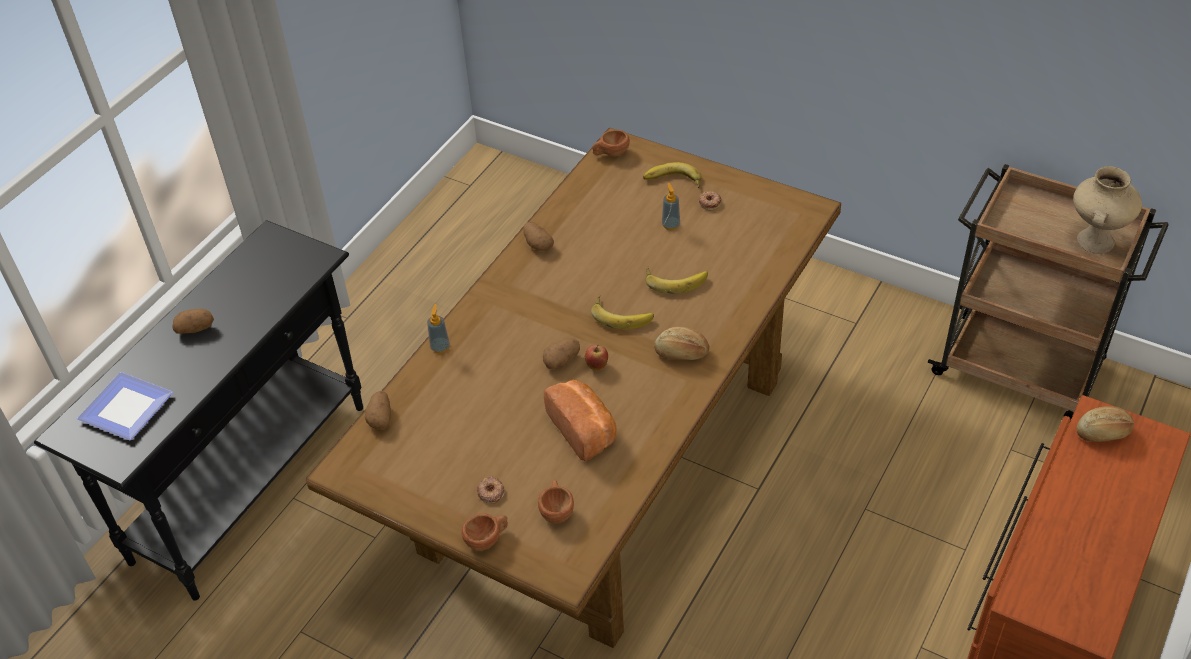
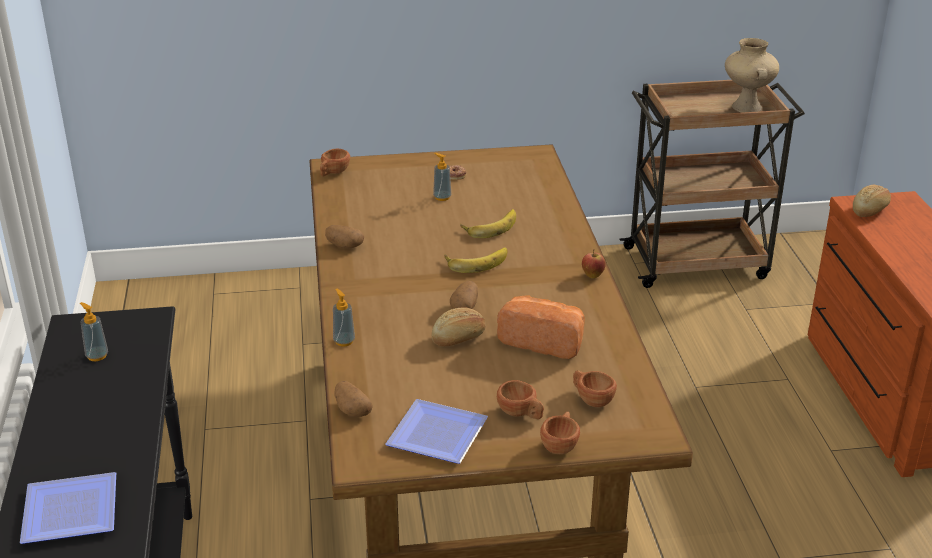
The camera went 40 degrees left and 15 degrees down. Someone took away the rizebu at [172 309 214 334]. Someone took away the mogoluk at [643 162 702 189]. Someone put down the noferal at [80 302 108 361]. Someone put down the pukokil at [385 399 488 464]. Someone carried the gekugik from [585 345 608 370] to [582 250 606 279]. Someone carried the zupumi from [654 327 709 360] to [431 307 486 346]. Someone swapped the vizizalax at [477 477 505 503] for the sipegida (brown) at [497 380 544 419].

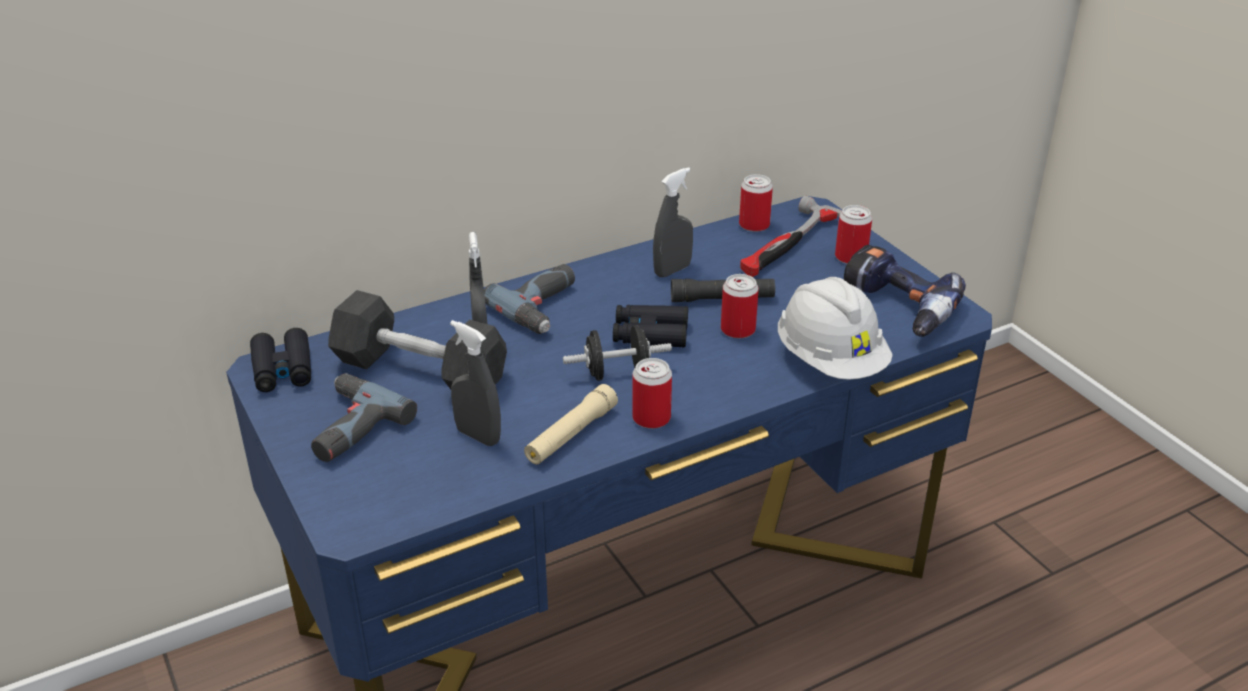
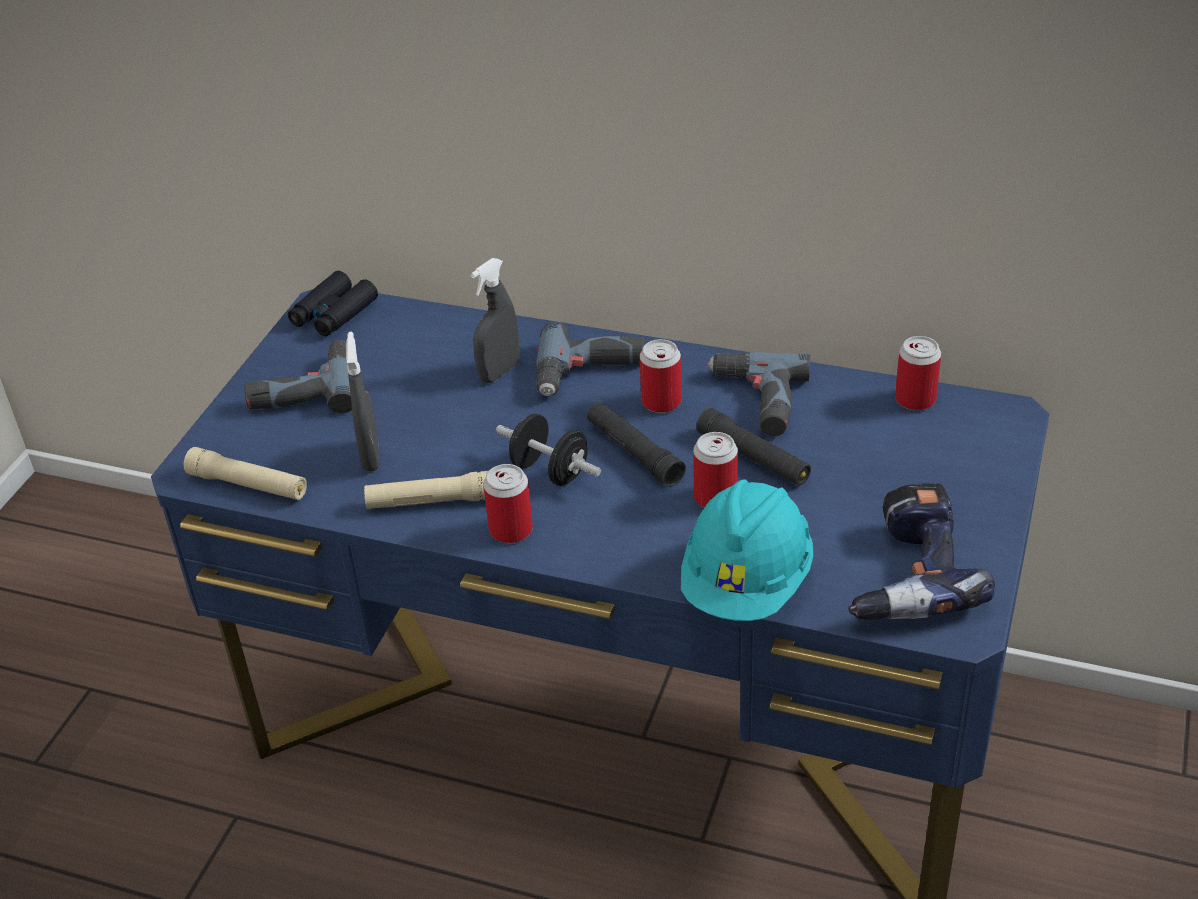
The camera went 50 degrees right and 5 degrees up. Someone took away the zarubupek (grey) at [328 290 507 389]. Someone took away the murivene at [740 196 842 277]. Someone put down the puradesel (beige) at [184 447 307 500]. Someone carried the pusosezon from [835 205 872 264] to [640 339 682 413]. Someone swapped the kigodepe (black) at [613 305 688 347] for the puradesel (black) at [587 402 686 487]. Someone swapped the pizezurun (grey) at [653 167 693 277] for the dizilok at [707 352 810 436]. Someone repainted the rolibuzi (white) at [778 277 893 380], which became the rolibuzi (turquoise) at [681 479 813 621].

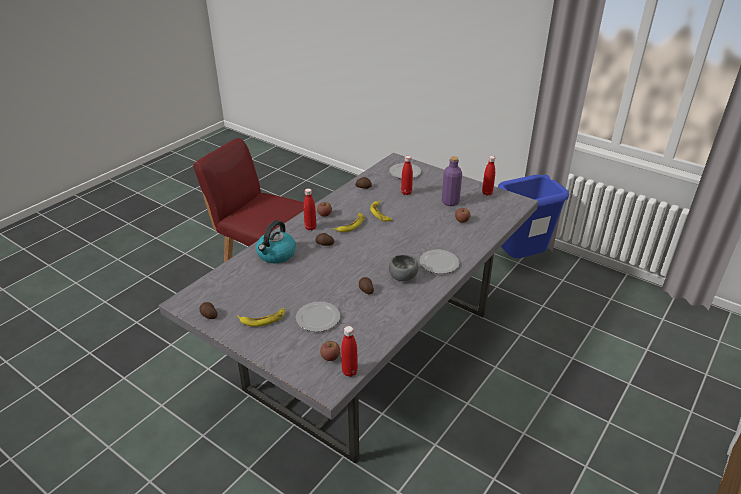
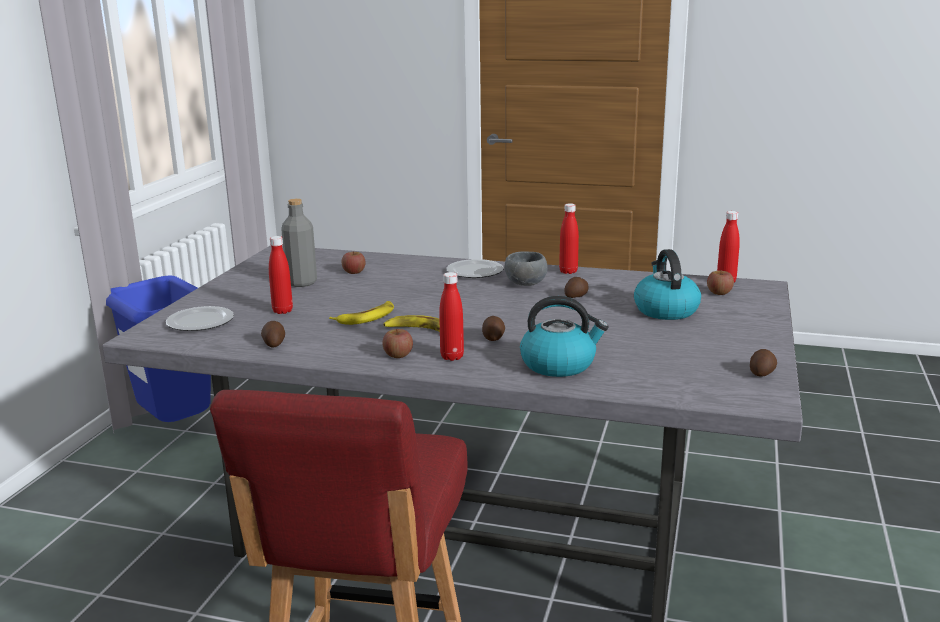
The camera went 110 degrees left and 15 degrees down. Someone took away the mogoluk at [237 308 285 327]. Someone carried the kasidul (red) from [482 156 495 196] to [559 203 579 274]. Someone swapped the pukokil at [296 301 340 332] for the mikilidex at [634 249 701 320]. Someone repainted the kasidul (purple) at [442 156 462 206], which became the kasidul (grey) at [281 199 317 287].

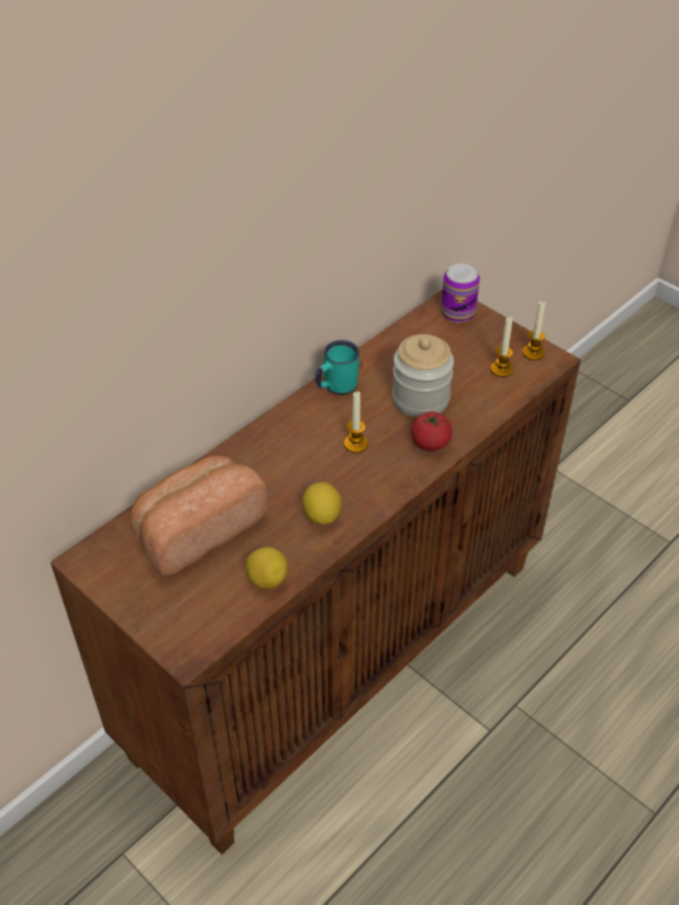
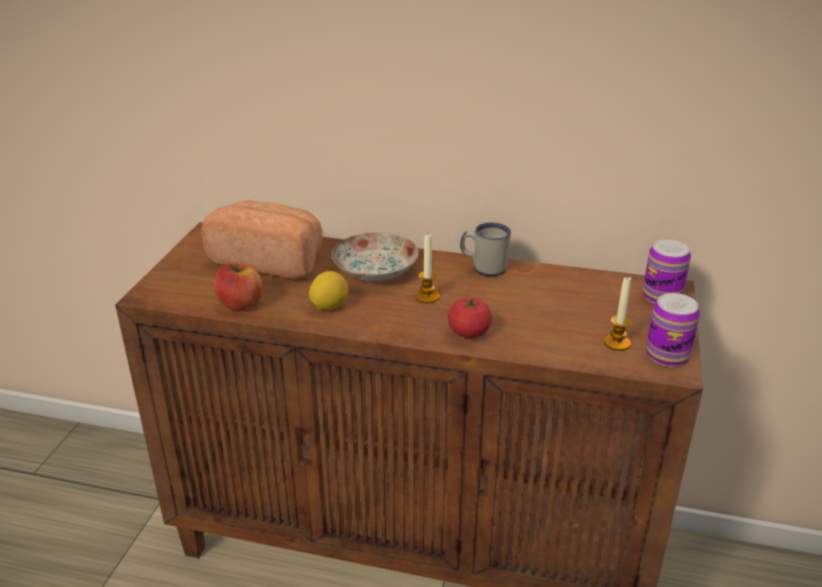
The camera went 60 degrees right and 15 degrees down. Someone took away the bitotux at [392 334 454 418]. Someone put down the pukokil at [332 232 419 281]. Someone swapped the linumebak at [245 547 288 589] for the gekugik at [214 263 263 310]. Someone swapped the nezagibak at [522 301 545 360] for the pusosezon at [646 293 700 367]. Someone repainted the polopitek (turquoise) at [315 340 360 395], which became the polopitek (white) at [460 222 511 276].

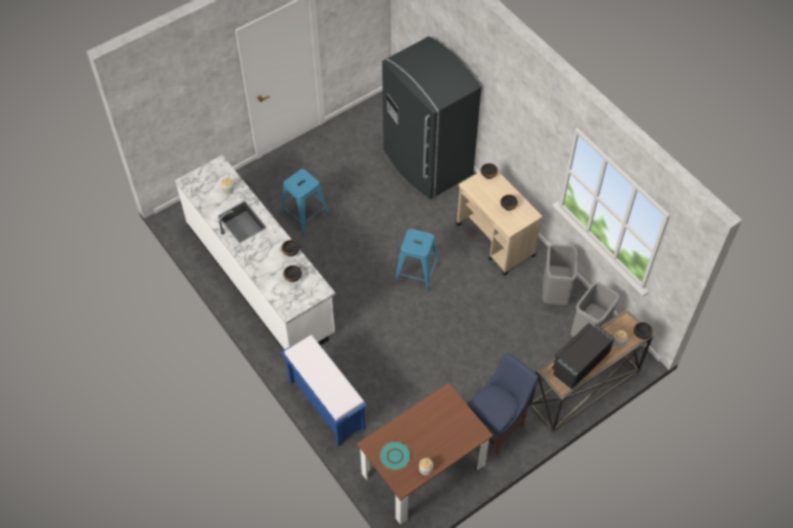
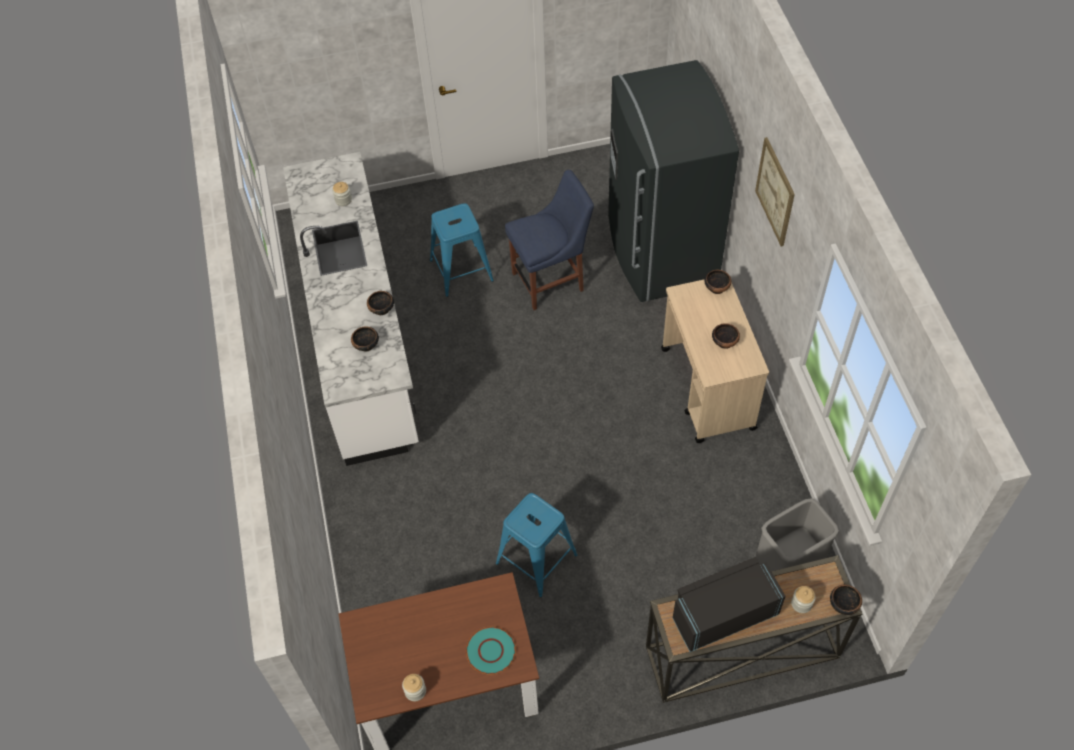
The camera went 25 degrees right and 0 degrees up. Someone took away the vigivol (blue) at [282 335 367 447]. Someone took away the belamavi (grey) at [542 244 578 305]. Someone put up the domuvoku at [755 137 795 246]. Someone carried the pukokil (turquoise) from [379 441 411 471] to [466 626 516 674]. Someone carried the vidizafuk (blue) from [394 229 439 292] to [496 493 578 597]. Someone carried the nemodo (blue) from [467 352 539 455] to [505 170 594 310].

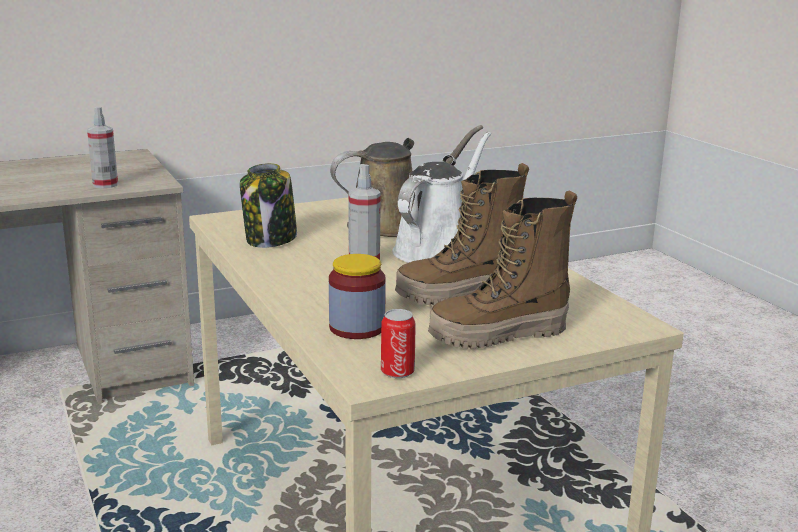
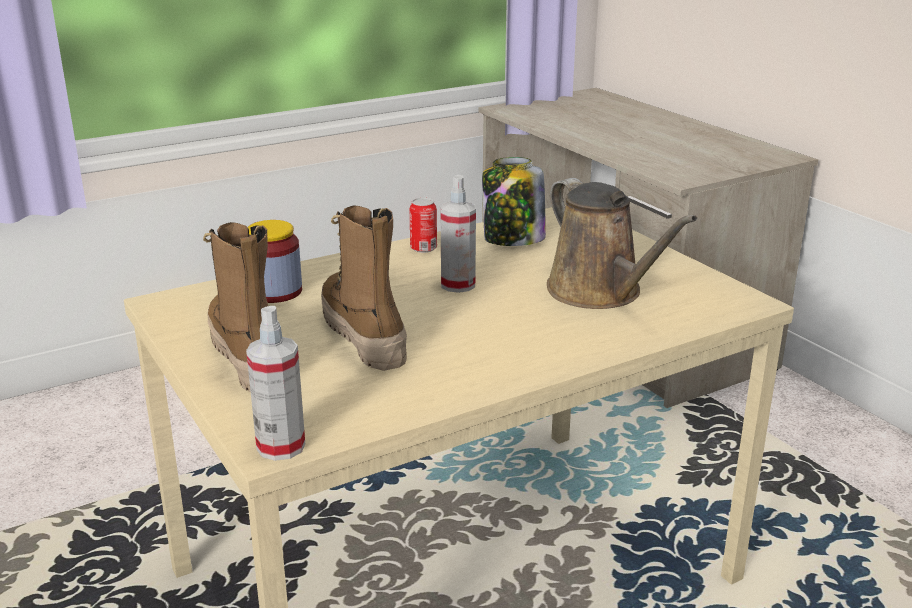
The camera went 85 degrees right and 5 degrees up. Someone took away the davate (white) at [392 131 491 263]. Someone carried the pizezurun from [87 106 118 189] to [246 306 305 461]. Someone carried the pusosezon from [381 309 416 378] to [410 198 437 253].

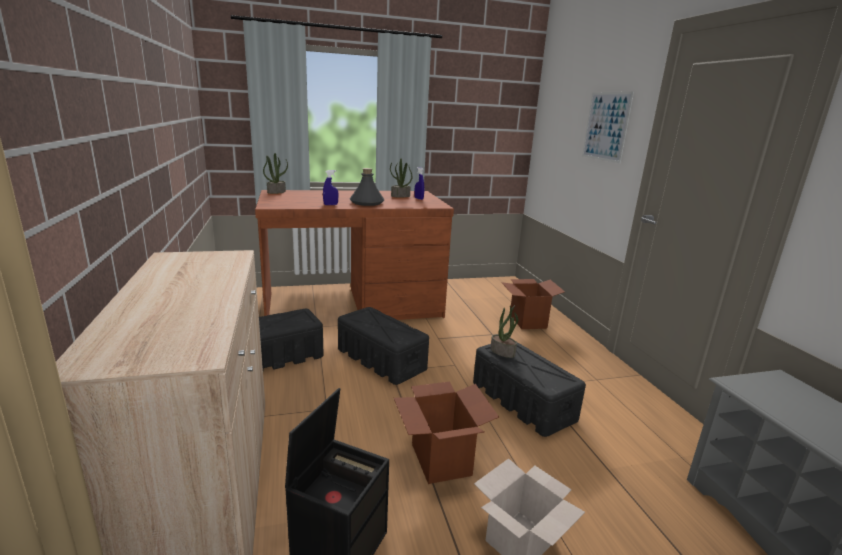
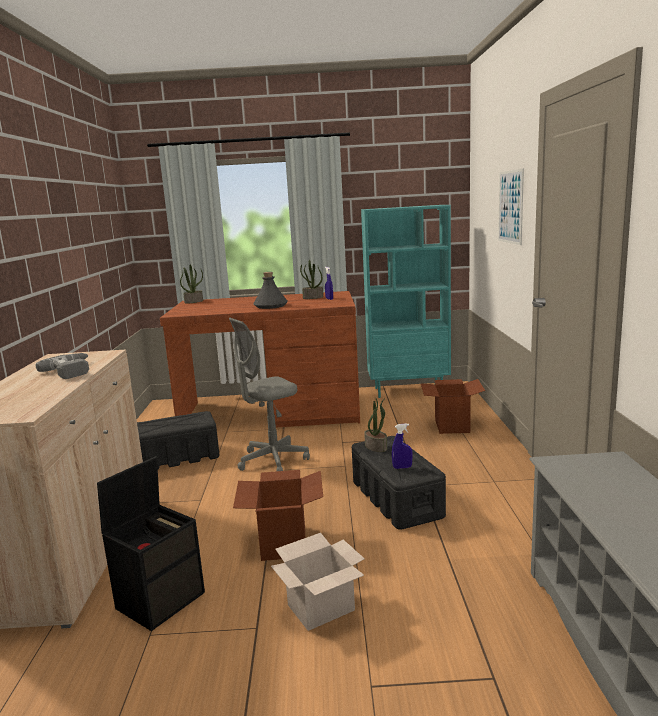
The camera went 15 degrees right and 5 degrees down. Someone put down the dizilok at [36 353 89 379]. Someone put down the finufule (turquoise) at [361 205 451 398]. Someone carried the pizezurun (blue) from [323 170 339 205] to [392 423 413 469]. Someone swapped the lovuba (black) at [338 307 429 385] for the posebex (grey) at [229 318 310 471].

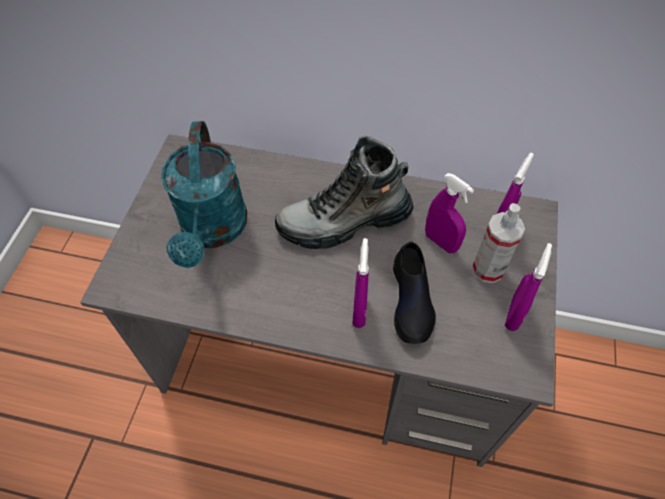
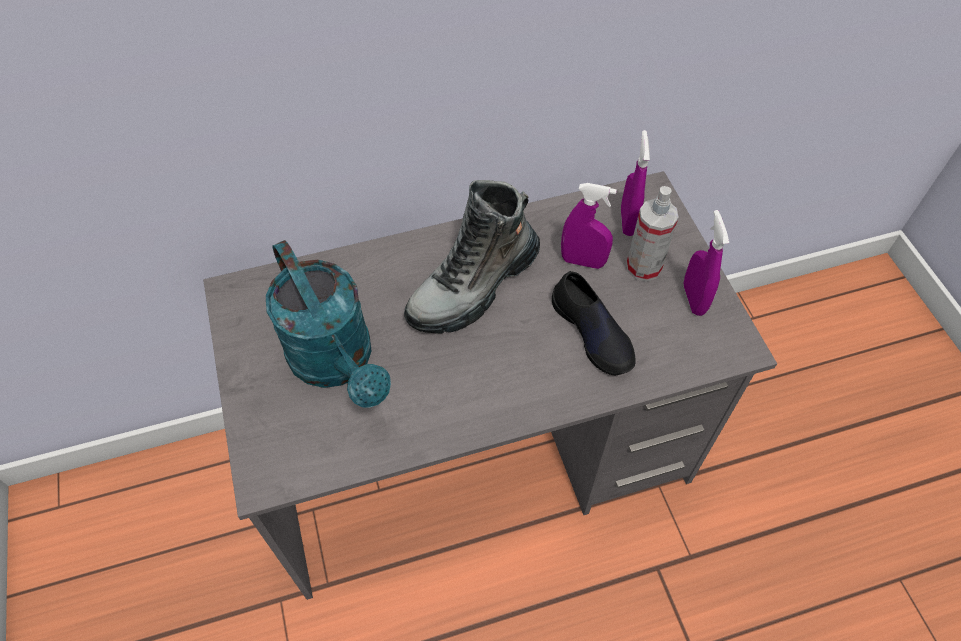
The camera went 30 degrees left and 0 degrees up. Someone took away the pizezurun (purple) at [352 238 369 328].

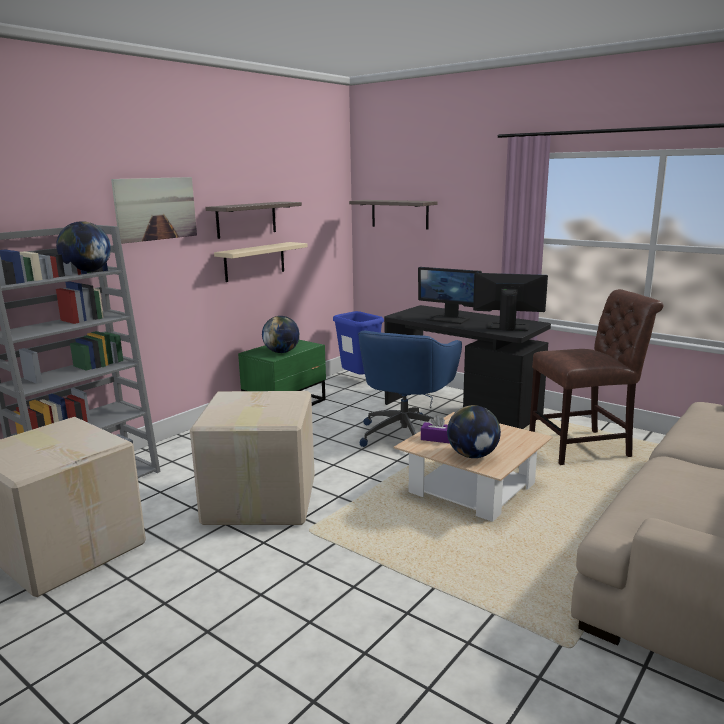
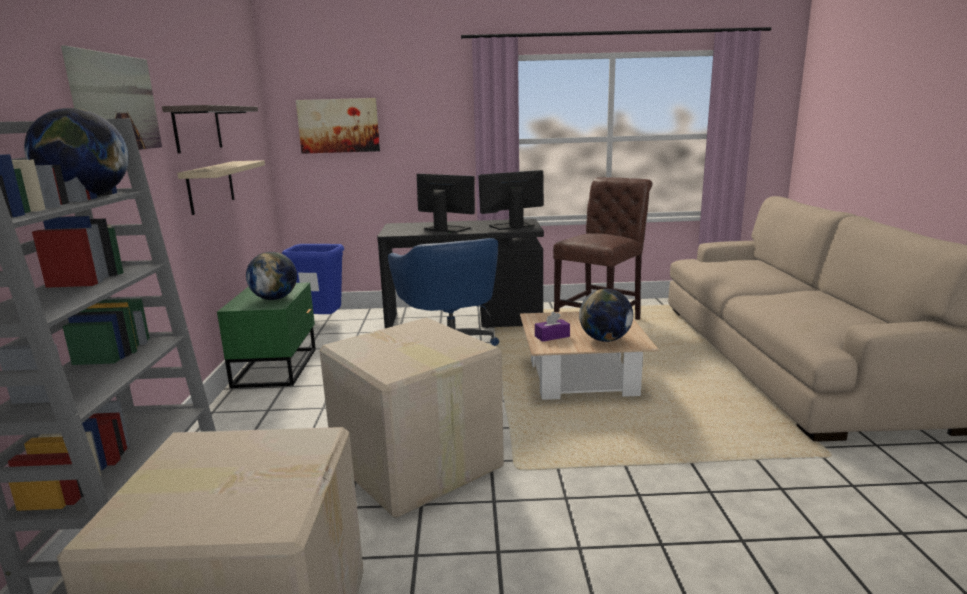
The camera went 40 degrees left and 0 degrees up. Someone swapped the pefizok at [349 200 438 230] for the domuvoku at [296 98 380 154]. Someone rotated the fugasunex at [418 267 482 324] by 135 degrees counterclockwise.

